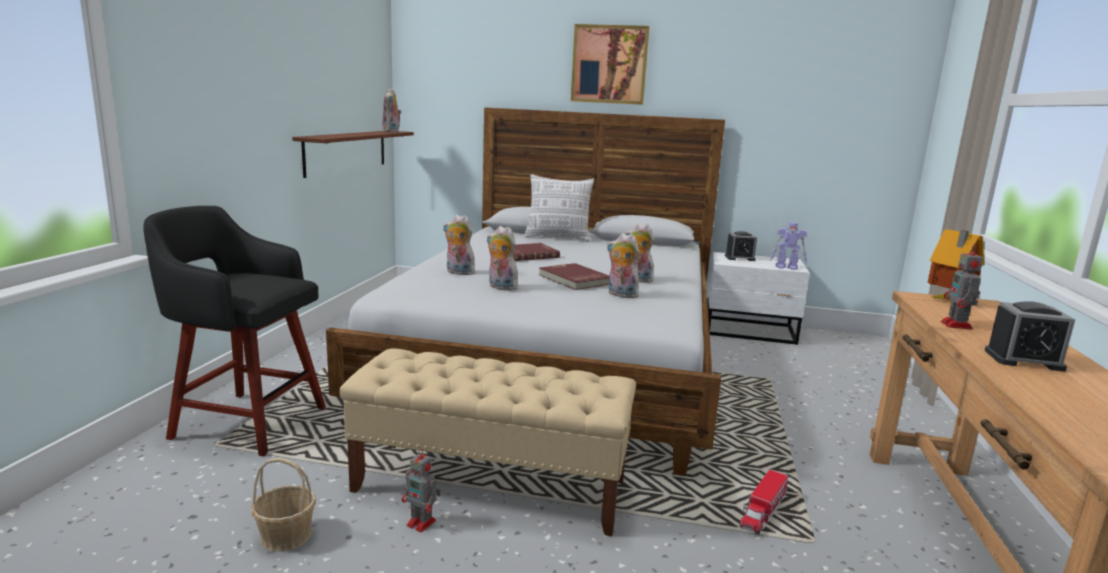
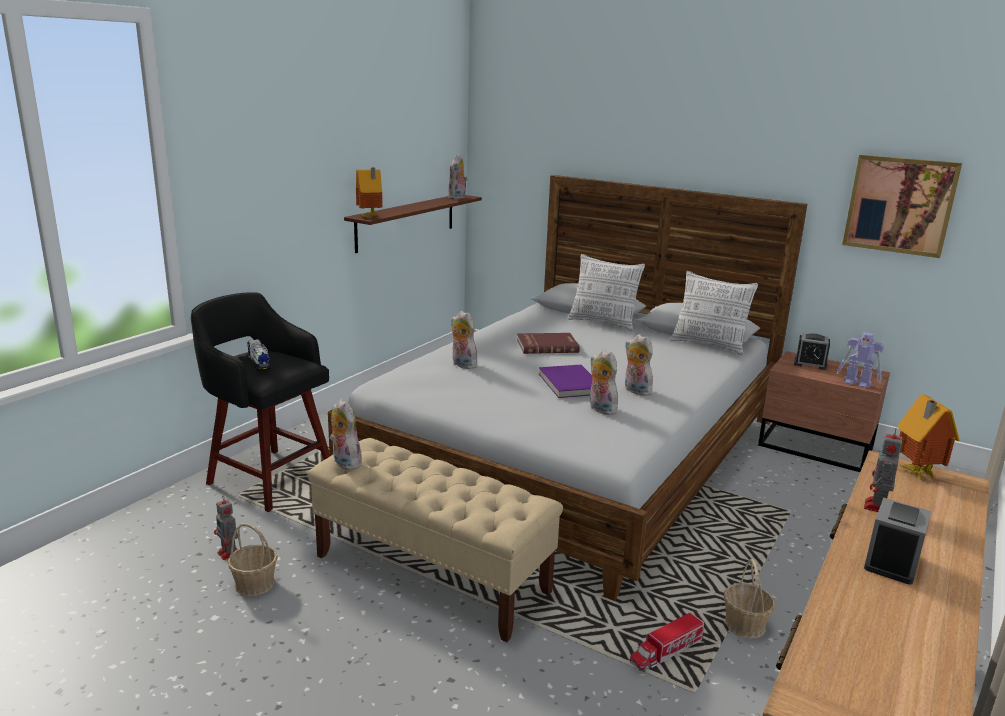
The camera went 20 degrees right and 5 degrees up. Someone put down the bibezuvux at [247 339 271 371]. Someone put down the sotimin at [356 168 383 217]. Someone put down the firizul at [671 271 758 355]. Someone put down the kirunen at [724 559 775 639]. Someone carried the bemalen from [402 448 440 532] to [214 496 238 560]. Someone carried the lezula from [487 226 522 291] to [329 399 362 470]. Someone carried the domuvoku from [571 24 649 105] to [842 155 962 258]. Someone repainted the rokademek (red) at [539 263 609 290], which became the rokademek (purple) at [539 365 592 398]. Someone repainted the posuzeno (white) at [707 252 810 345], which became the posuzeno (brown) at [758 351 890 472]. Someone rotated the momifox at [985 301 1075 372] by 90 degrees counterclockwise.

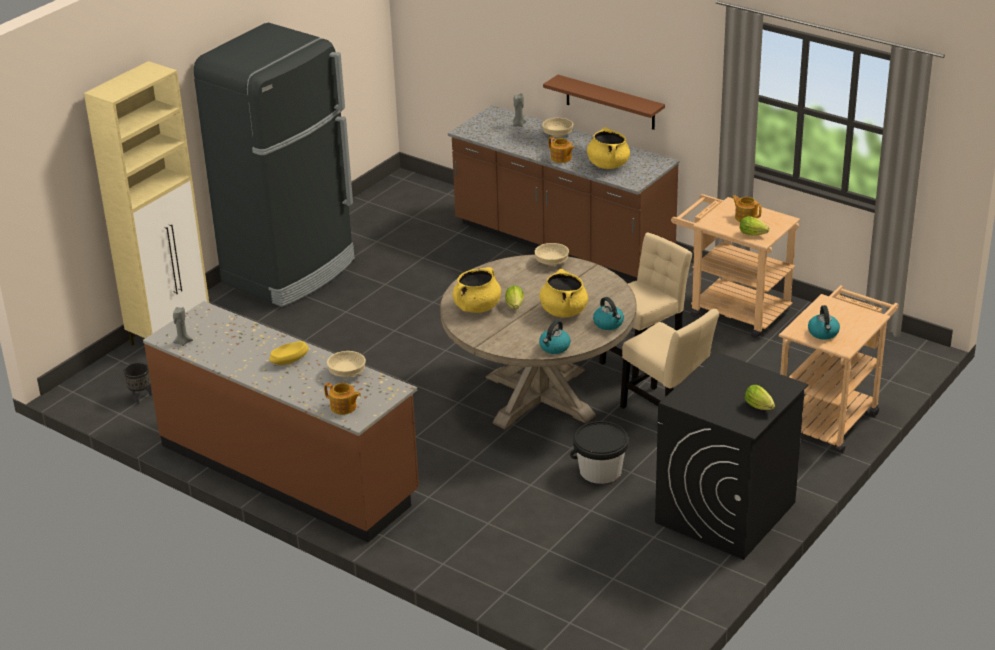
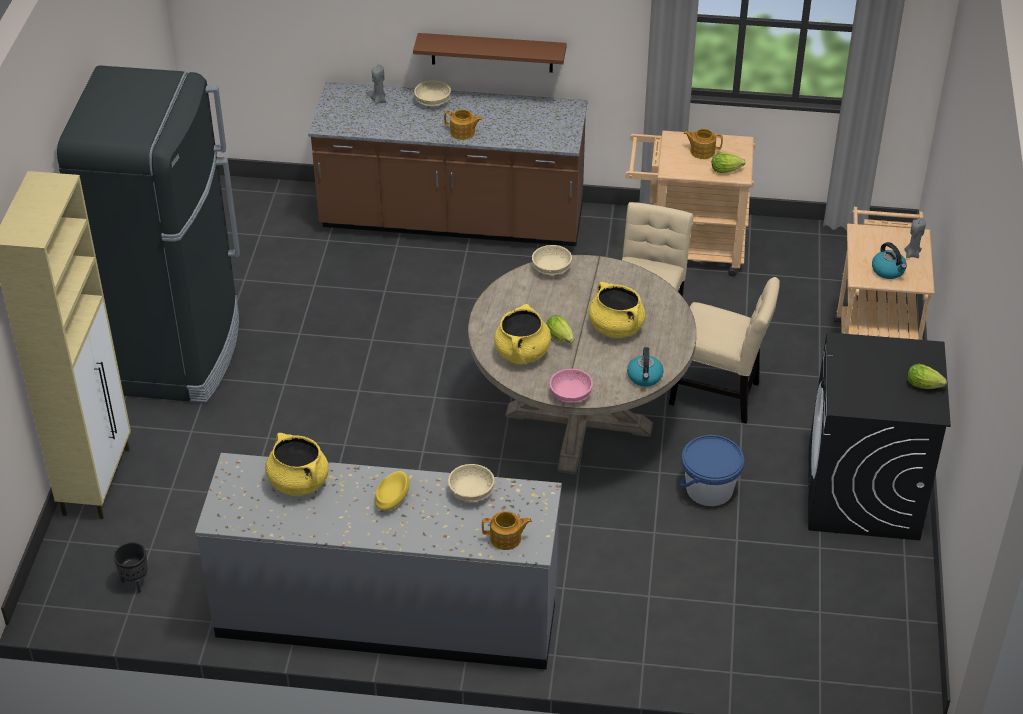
The camera went 30 degrees left and 10 degrees up. Someone took away the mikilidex at [593 297 624 330]. Someone put down the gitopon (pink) at [550 369 593 403]. Someone carried the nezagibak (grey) from [173 307 193 346] to [904 218 926 258]. Someone carried the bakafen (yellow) from [587 127 630 169] to [265 433 329 496]. Someone repainted the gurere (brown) at [143 301 419 542], which became the gurere (grey) at [195 453 562 670]. Someone repainted the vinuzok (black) at [570 421 629 484], which became the vinuzok (blue) at [680 435 744 506].

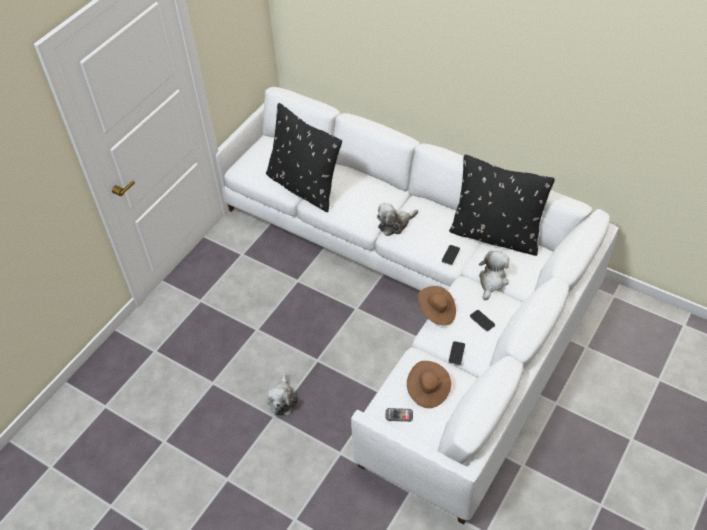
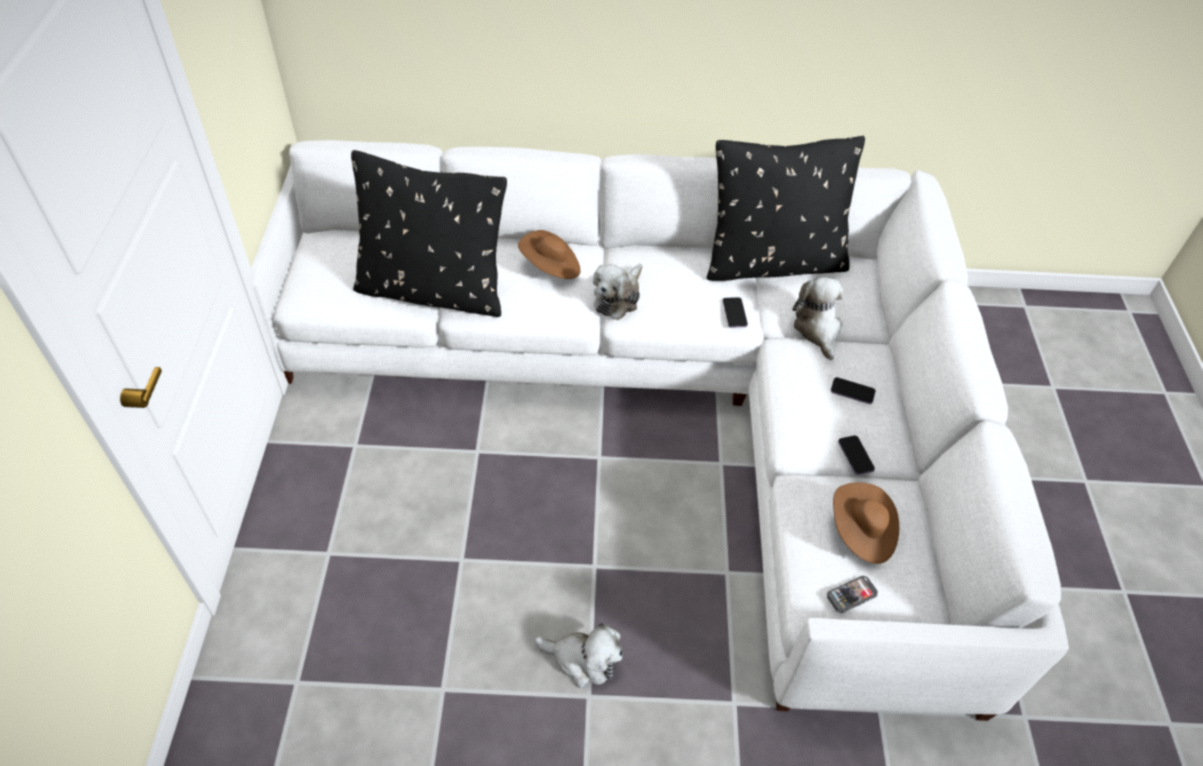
The camera went 35 degrees left and 0 degrees up. Someone carried the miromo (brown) from [418 286 456 325] to [518 230 580 279]. Someone rotated the lezula at [267 373 298 416] by 45 degrees counterclockwise.

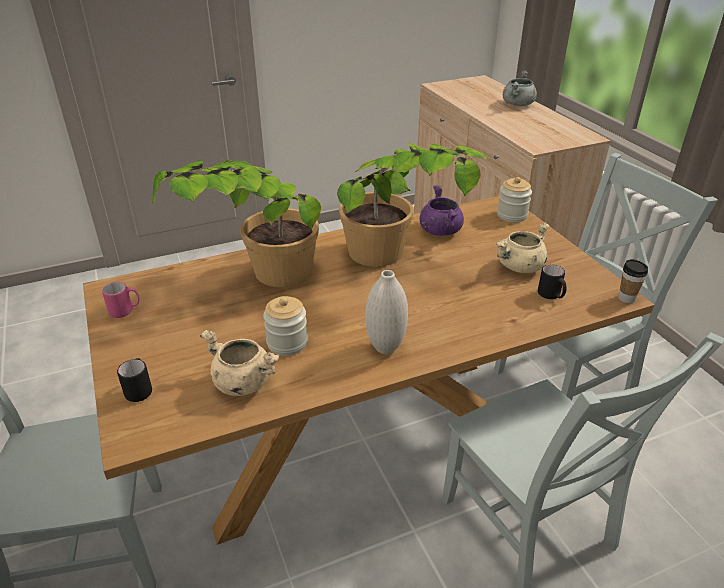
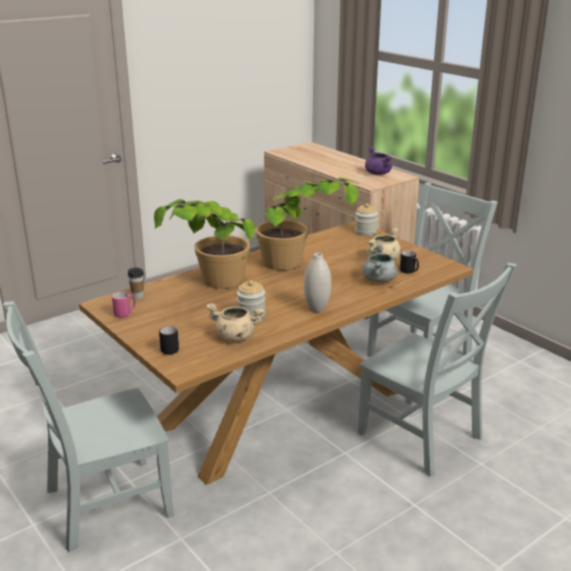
The camera went 15 degrees left and 10 degrees down. Someone carried the bakafen (purple) from [420 186 464 236] to [365 147 392 175]. Someone carried the bakafen (grey) from [503 71 537 106] to [362 245 398 282]. Someone carried the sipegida from [618 259 648 303] to [128 268 144 299].

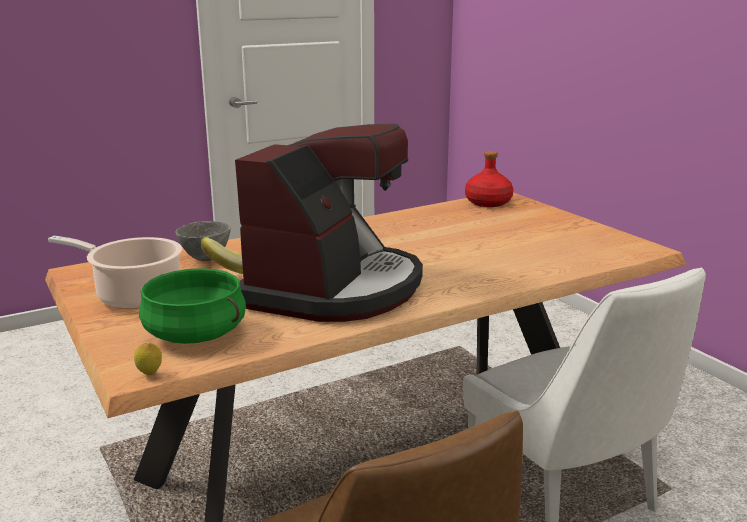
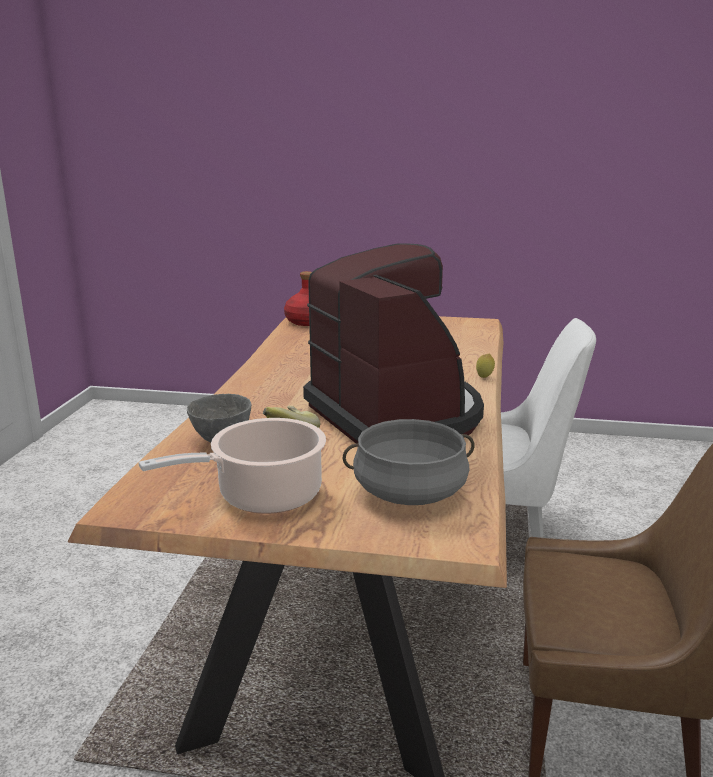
The camera went 50 degrees left and 0 degrees up. Someone carried the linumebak from [134 343 162 375] to [476 354 495 378]. Someone repainted the bakafen (green) at [139 268 246 344], which became the bakafen (grey) at [342 419 475 505].

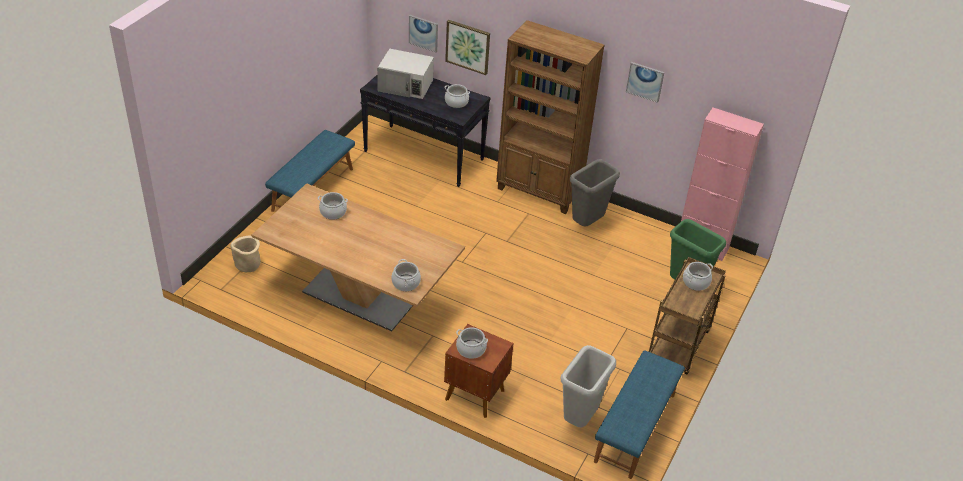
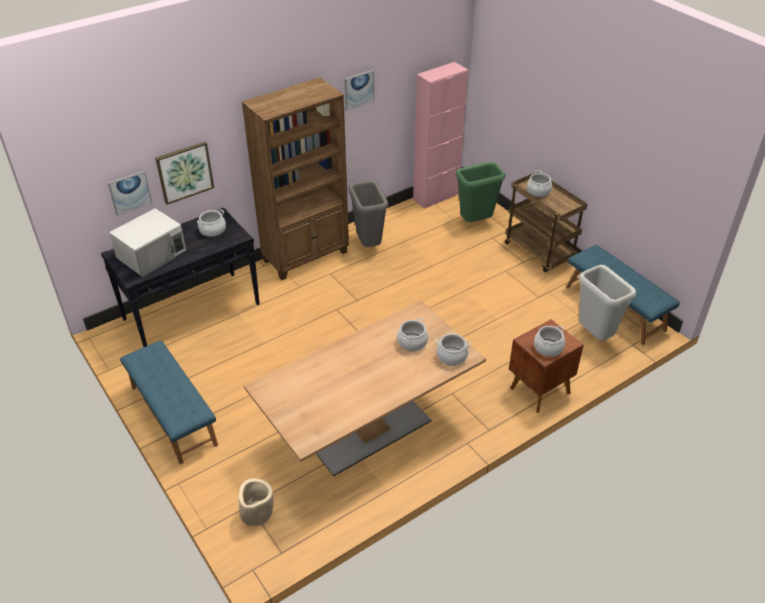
The camera went 60 degrees left and 0 degrees up. Someone carried the bakafen from [318 192 348 220] to [397 318 428 351].

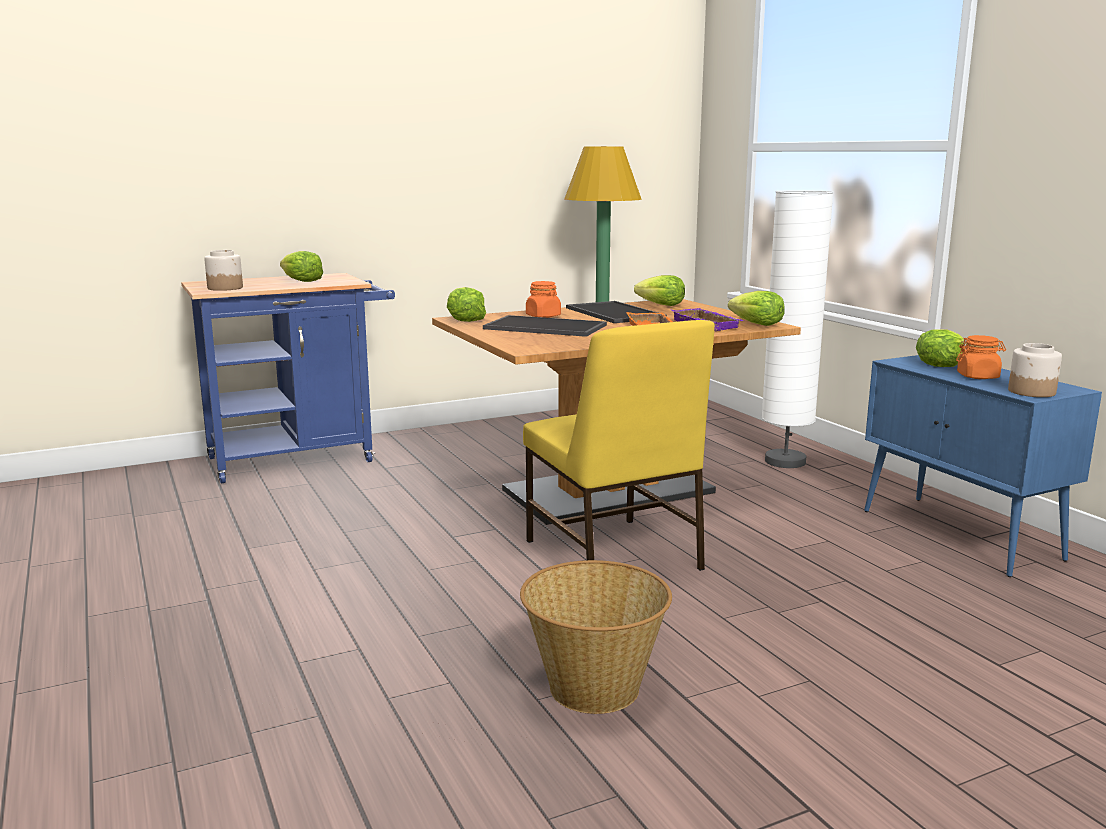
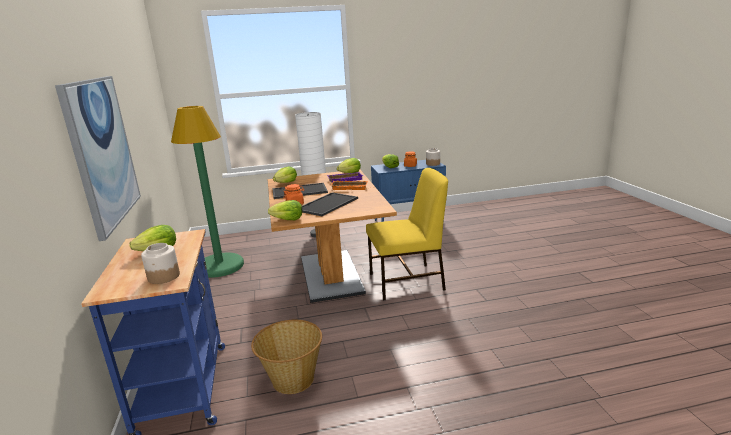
The camera went 75 degrees left and 5 degrees up. Someone put up the domuvoku at [55 76 141 241]. Someone carried the kirunen from [520 560 672 714] to [251 320 322 394].

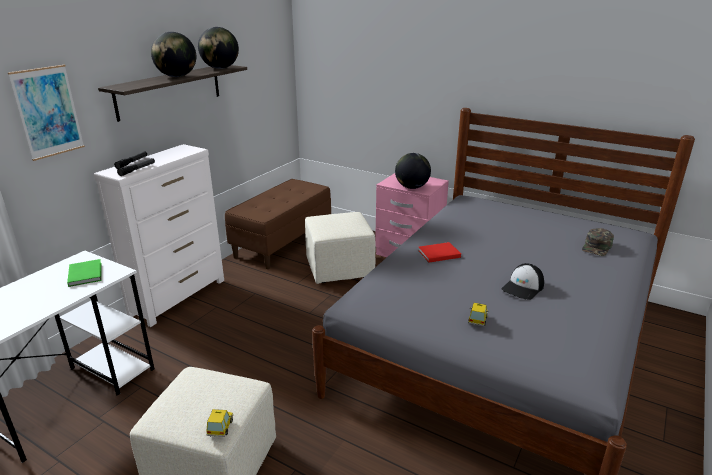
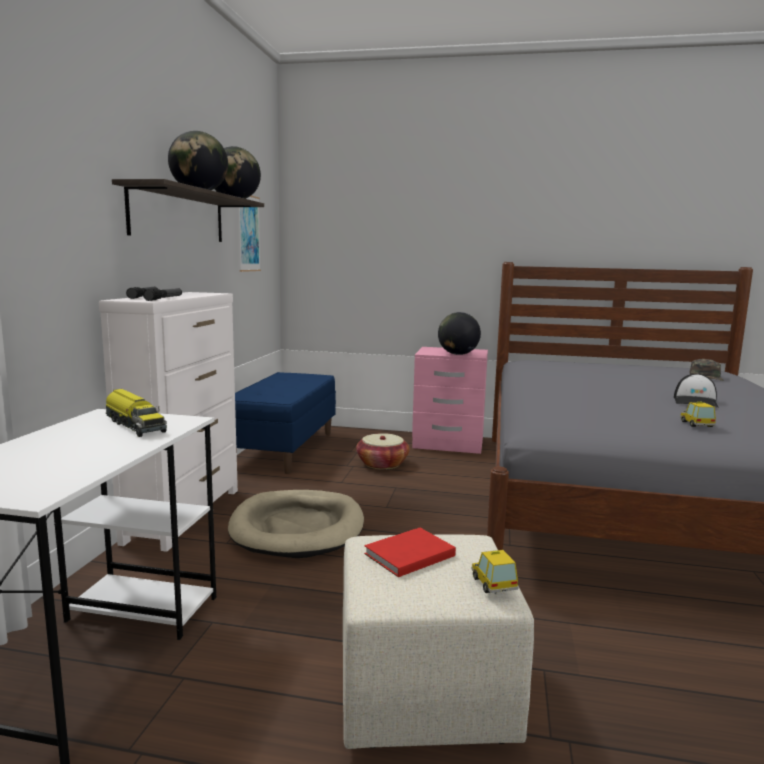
The camera went 20 degrees left and 15 degrees down. Someone put down the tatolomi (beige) at [228 490 364 558]. Someone carried the domuvoku from [8 65 85 161] to [239 196 261 272]. Someone carried the rokademek (red) from [418 242 461 263] to [364 528 456 577]. Someone swapped the rokademek (green) at [67 259 102 287] for the bibezuvux at [106 389 167 437]. Someone swapped the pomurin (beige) at [305 212 375 284] for the kirunen at [356 433 409 470]. Someone repainted the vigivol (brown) at [225 179 331 269], which became the vigivol (blue) at [235 372 336 474].

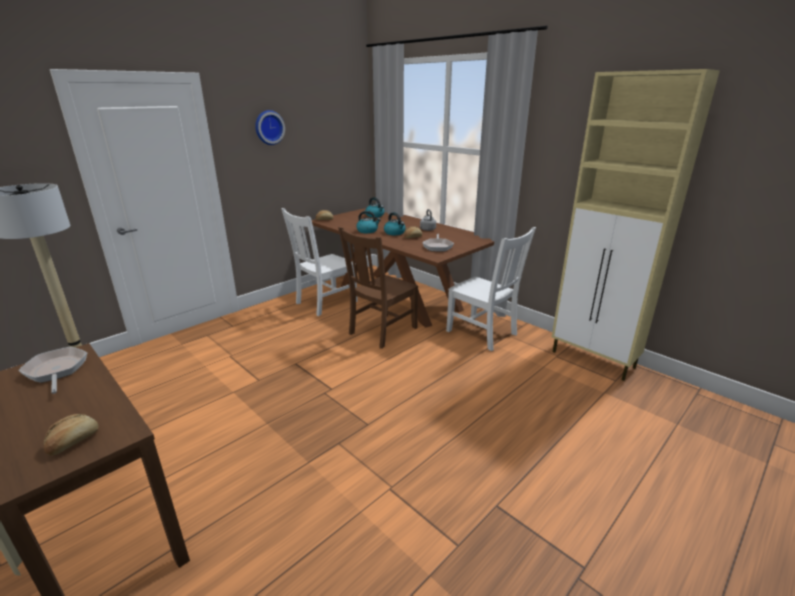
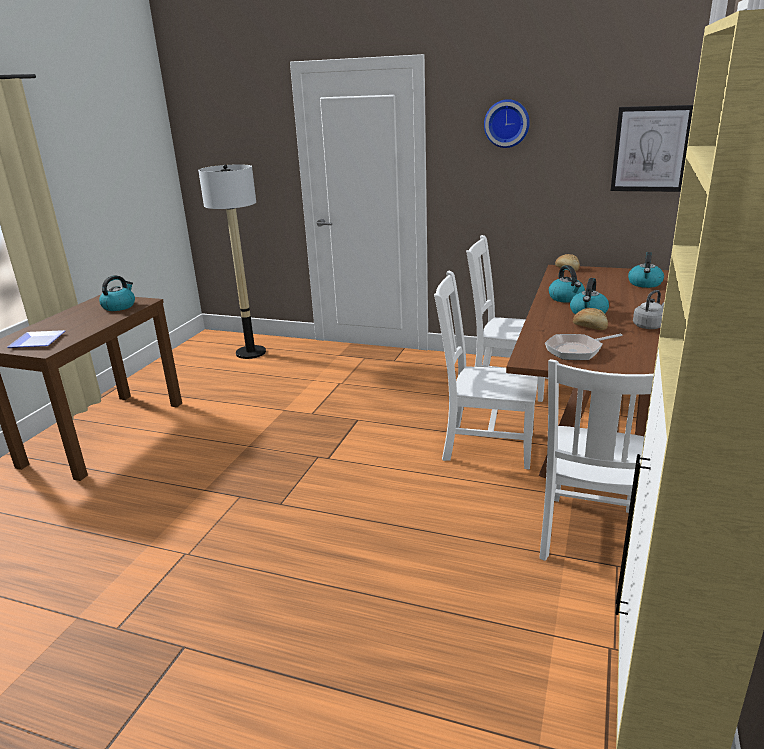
The camera went 65 degrees right and 0 degrees up. Someone put up the domuvoku at [611 105 693 192]. Someone swapped the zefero at [18 347 87 394] for the mikilidex at [99 275 135 311]. Someone swapped the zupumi at [44 414 99 456] for the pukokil at [7 330 65 348]. Someone repainted the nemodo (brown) at [338 227 418 349], which became the nemodo (white) at [434 271 538 469].

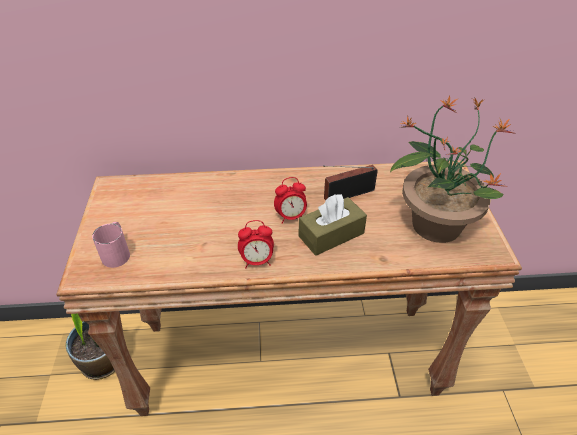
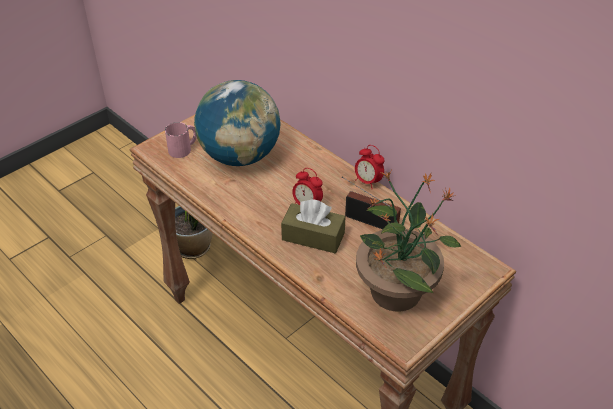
The camera went 50 degrees right and 0 degrees up. Someone put down the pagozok at [194 80 281 166]. Someone carried the momifox from [238 220 274 269] to [355 145 385 188].

